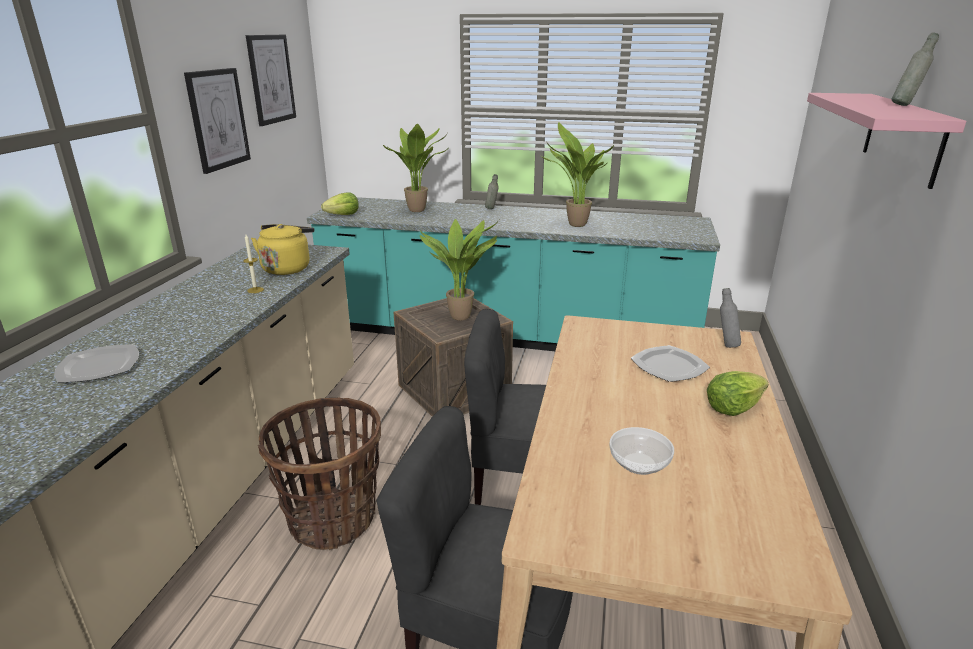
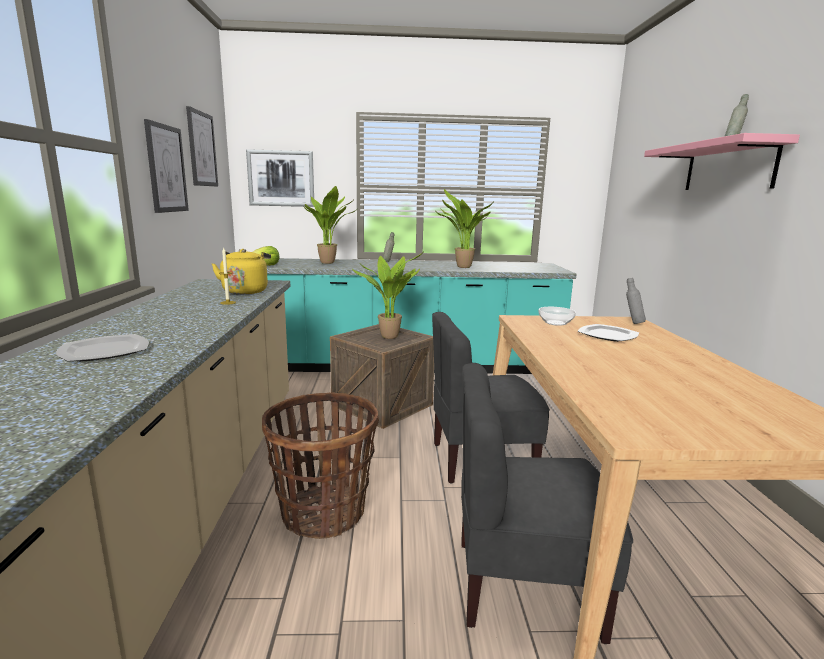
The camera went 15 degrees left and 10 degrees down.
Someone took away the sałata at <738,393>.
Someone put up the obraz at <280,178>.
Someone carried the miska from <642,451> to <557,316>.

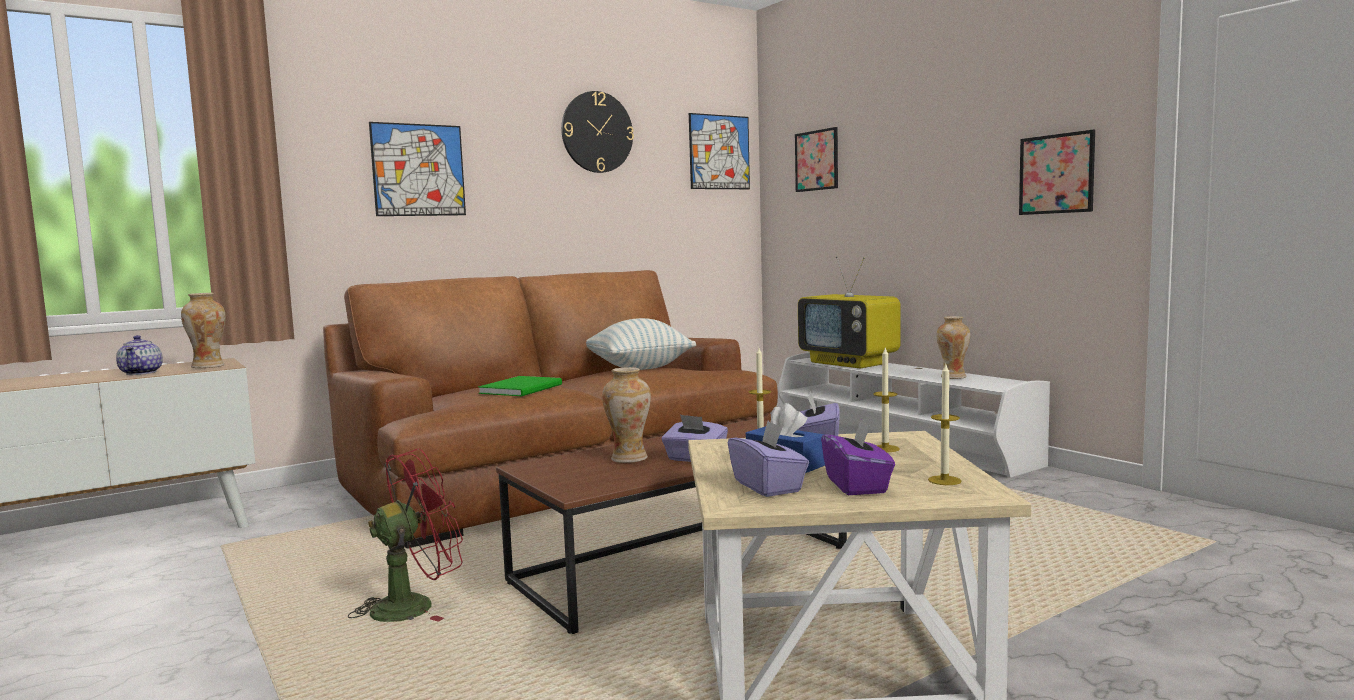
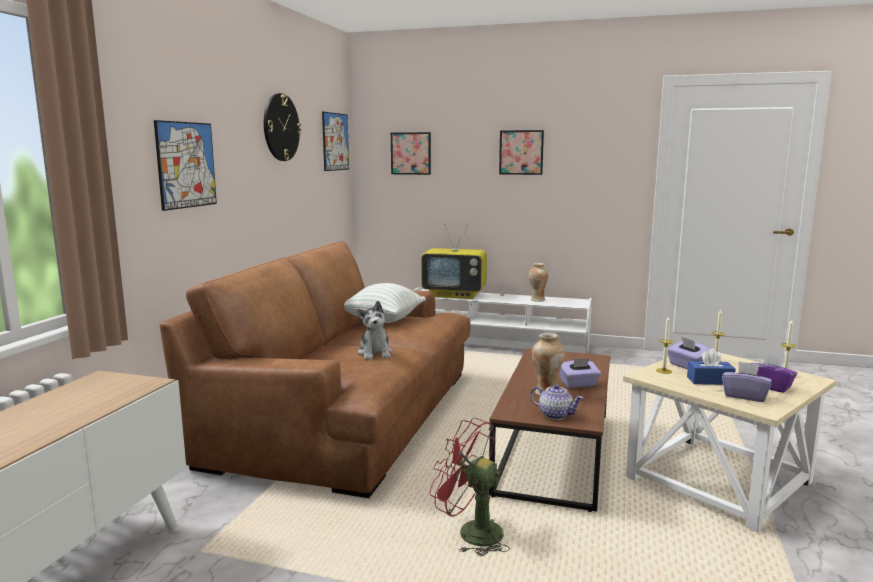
The camera went 40 degrees left and 5 degrees up.
Someone took away the wazon at <203,330>.
Someone carried the imbryk from <139,355> to <556,402>.
Someone carried the obraz from <1057,172> to <521,152>.
Someone swapped the książka [zielony] at <520,386> for the pluszak at <374,330>.
Someone rotated the wentylator [czerwony] at <405,535> by 75 degrees counterclockwise.

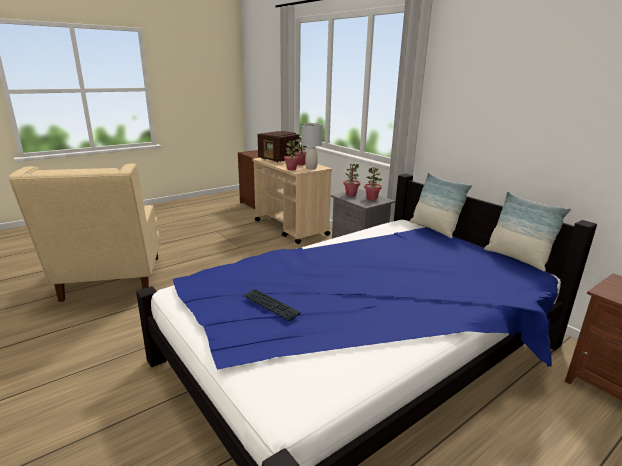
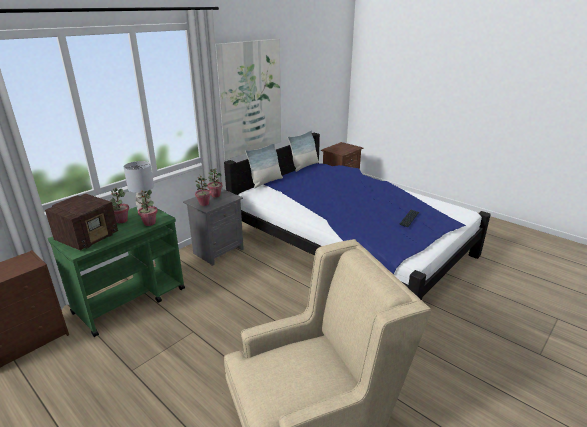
The camera went 100 degrees left and 5 degrees up.
Someone put up the obraz at <248,99>.
Someone repainted the wózek [beżowy] at <292,201>, which became the wózek [zielony] at <116,272>.

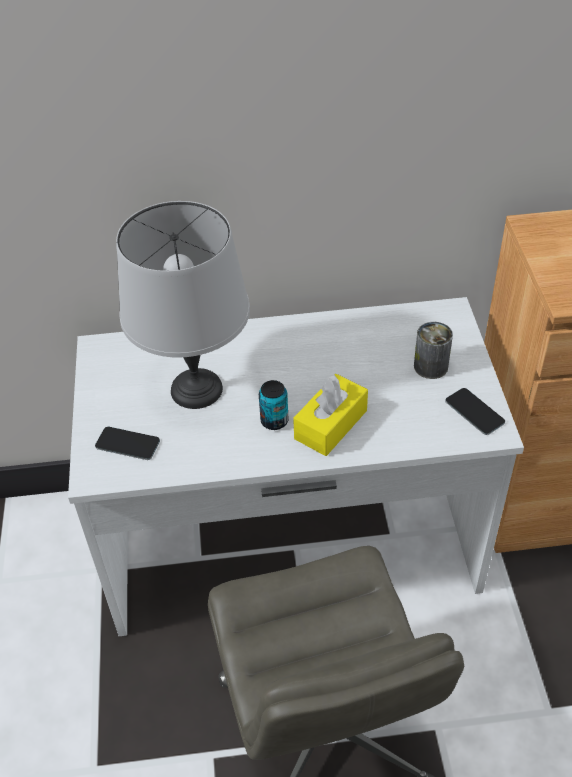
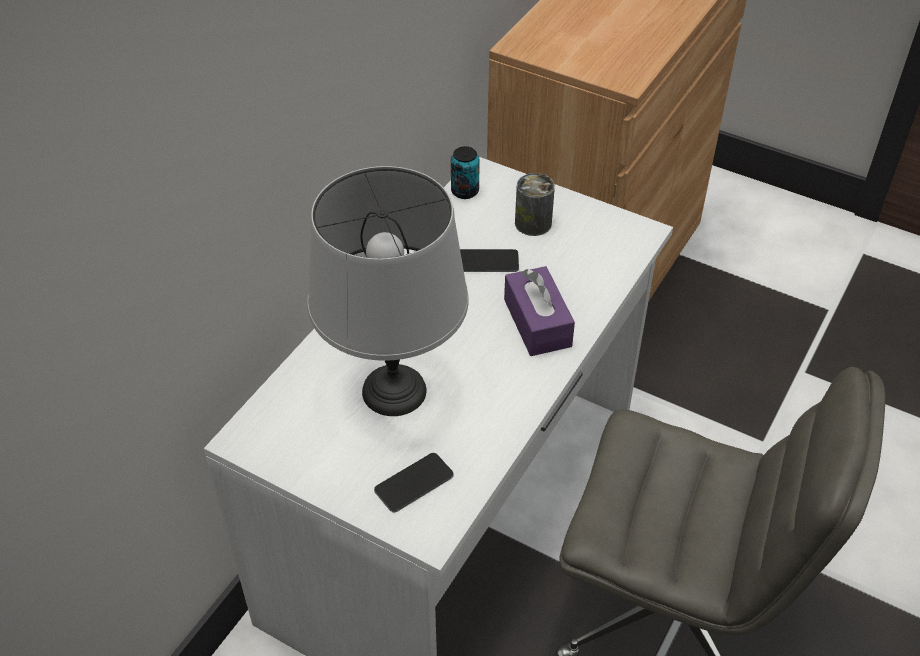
The camera went 55 degrees left and 0 degrees up.
Someone carried the puszka from <273,405> to <465,172>.
Someone carried the telefon from <475,411> to <489,260>.
Someone repainted the pudełko chusteczek [żółty] at <330,415>, which became the pudełko chusteczek [fioletowy] at <539,311>.

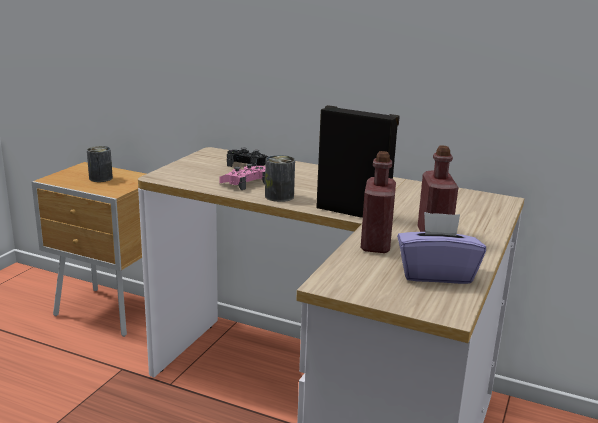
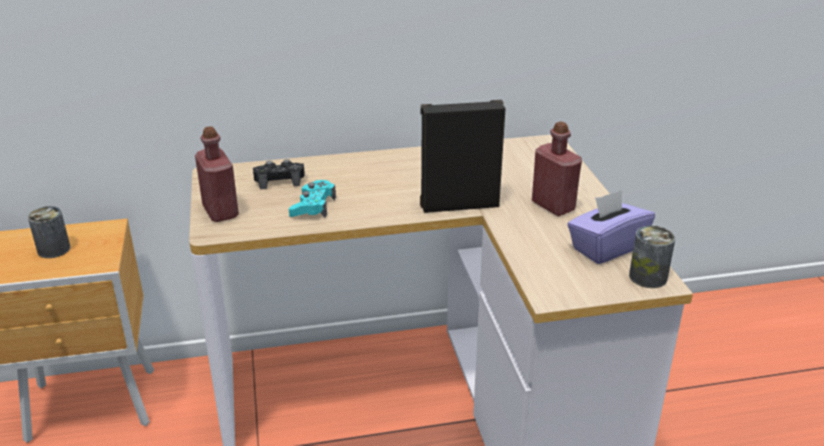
The camera went 35 degrees left and 10 degrees up.
Someone carried the puszka from <280,178> to <652,256>.
Someone carried the butelka [czerwony] from <378,202> to <217,174>.
Someone repainted the pad do gier [różowy] at <242,177>, which became the pad do gier [turkusowy] at <312,199>.

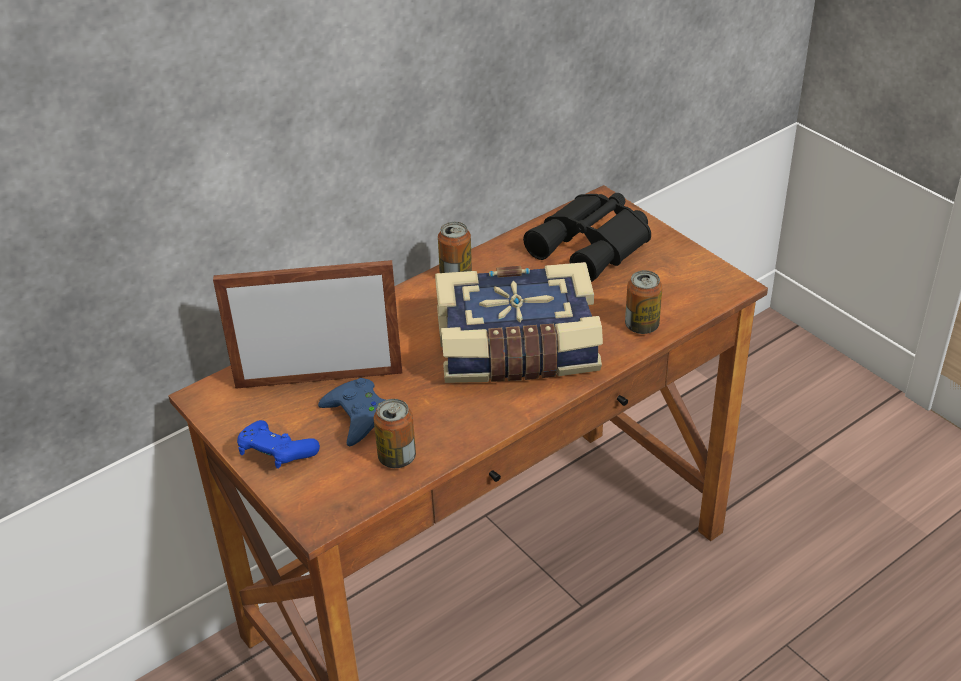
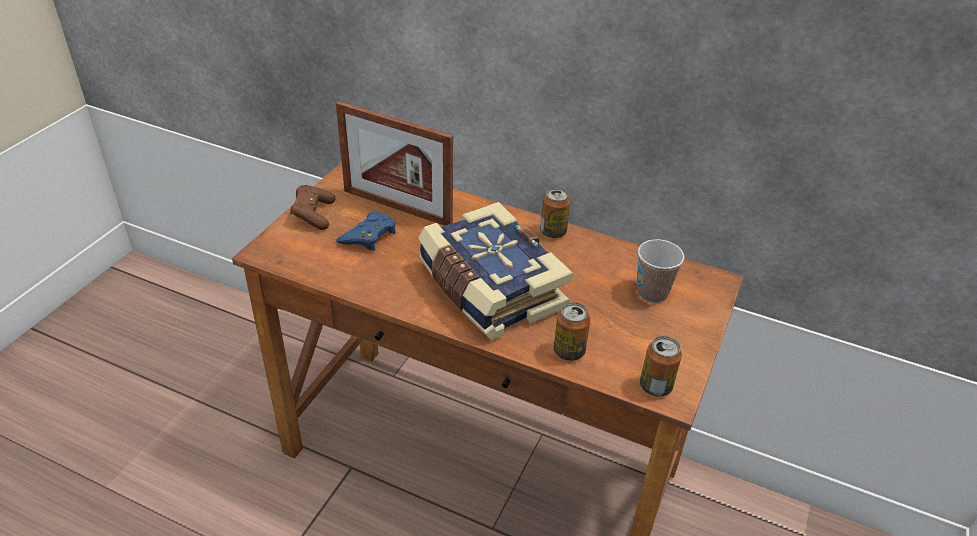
The camera went 60 degrees right and 0 degrees up.
Someone carried the puszka from <395,433> to <661,366>.
Someone swapped the lornetka [czarny] at <587,237> for the filiżanka at <660,271>.
Someone repainted the pad do gier [niebieski] at <278,444>, which became the pad do gier [brązowy] at <313,207>.
Someone rotated the ramka na zdjęcie at <307,324> by 150 degrees clockwise.

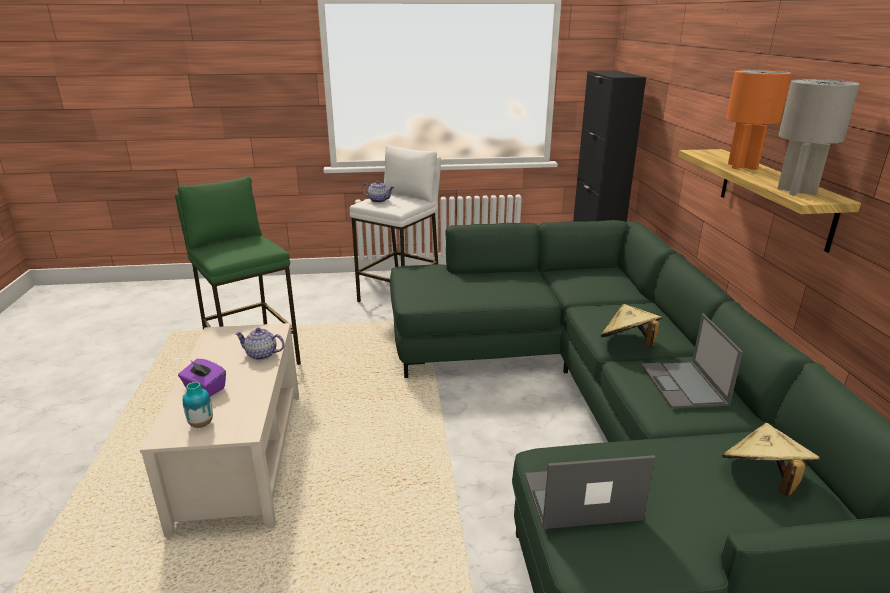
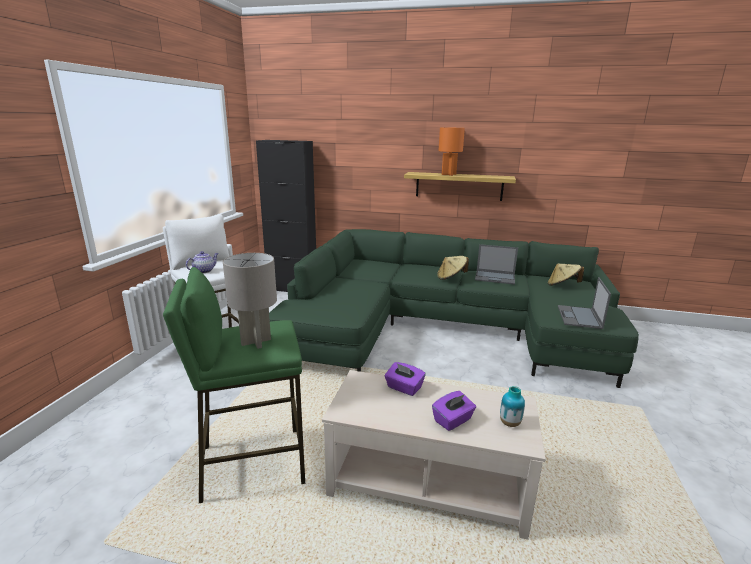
The camera went 70 degrees left and 5 degrees down.
Someone carried the lampa stołowa [szary] from <818,137> to <250,301>.
Someone swapped the imbryk at <260,344> for the pudełko chusteczek [fioletowy] at <405,379>.

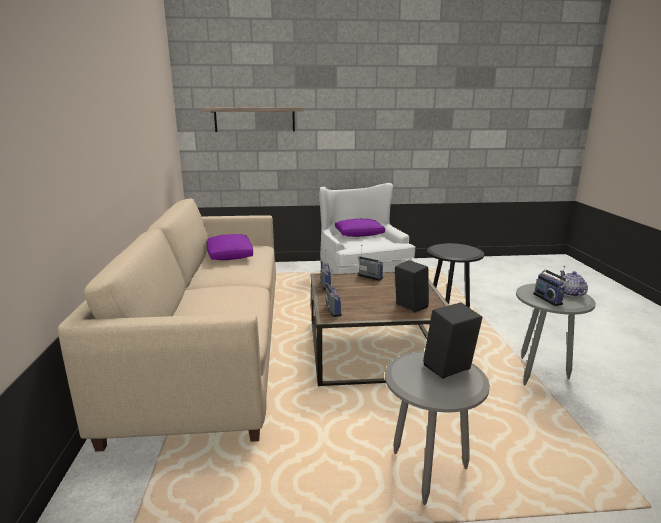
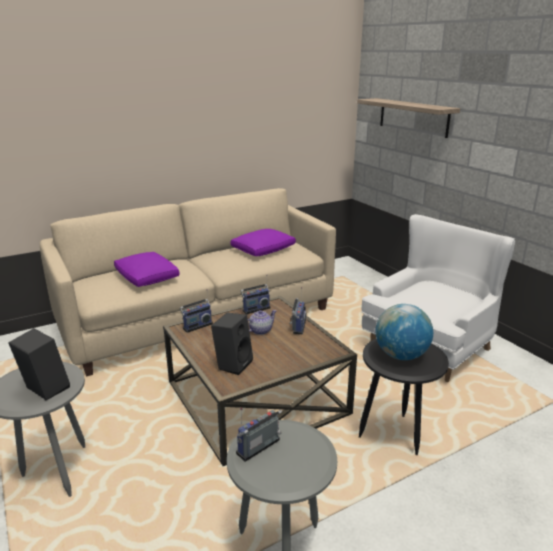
The camera went 65 degrees right and 5 degrees up.
Someone put down the globus at <404,332>.
Someone carried the poduszka [fioletowy] from <360,228> to <147,269>.
Someone carried the imbryk from <574,283> to <262,322>.

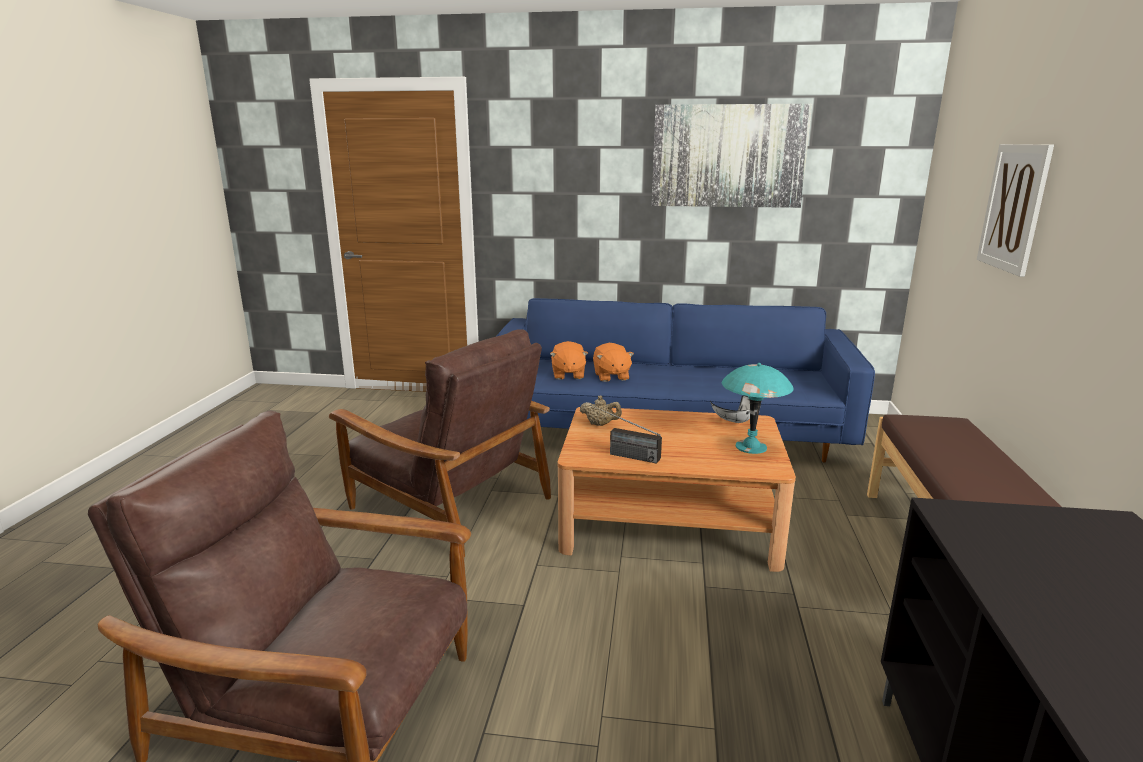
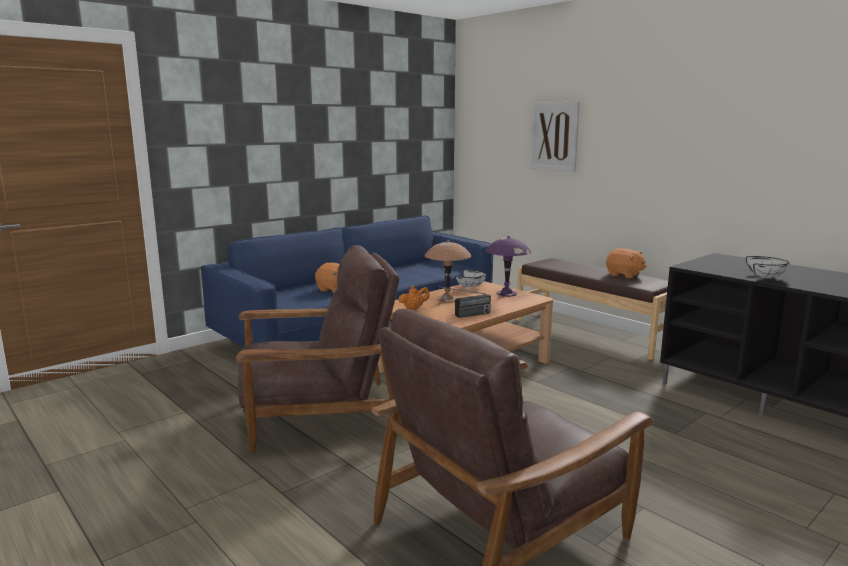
The camera went 50 degrees left and 5 degrees down.
Someone took away the obraz at <732,156>.
Someone put down the lampa stołowa [brązowy] at <448,271>.
Someone put down the miska [biały] at <768,267>.
Someone carried the pluszak [pomarańczowy] from <569,360> to <626,263>.
Someone repainted the imbryk [beżowy] at <601,411>, which became the imbryk [pomarańczowy] at <414,298>.
Someone repainted the lampa stołowa [turkusowy] at <757,408>, which became the lampa stołowa [fioletowy] at <508,266>.

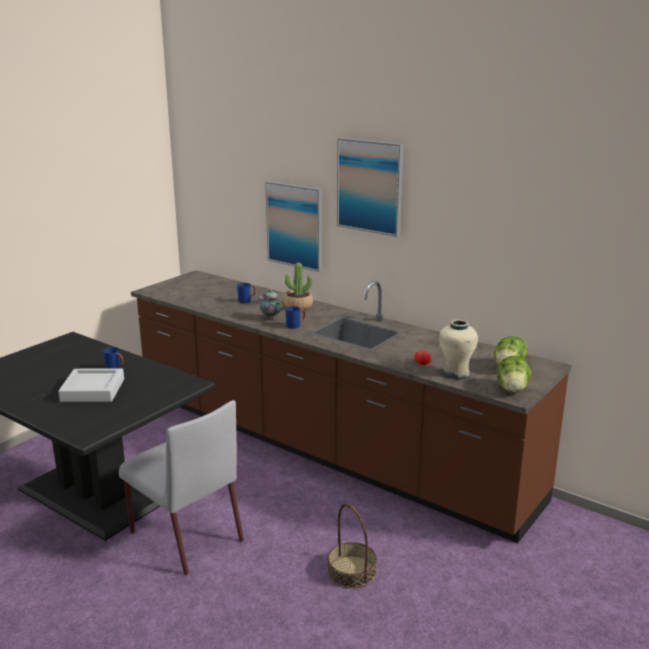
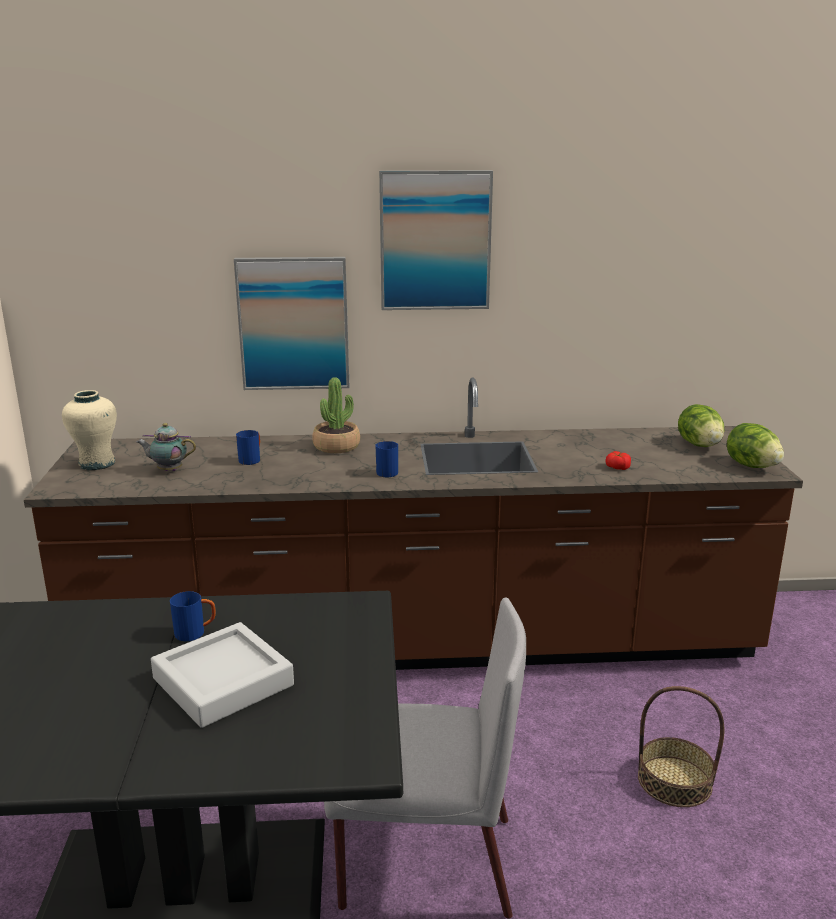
The camera went 40 degrees left and 0 degrees up.
Someone carried the imbryk from <270,304> to <166,447>.
Someone carried the wazon [beżowy] from <458,349> to <89,430>.

